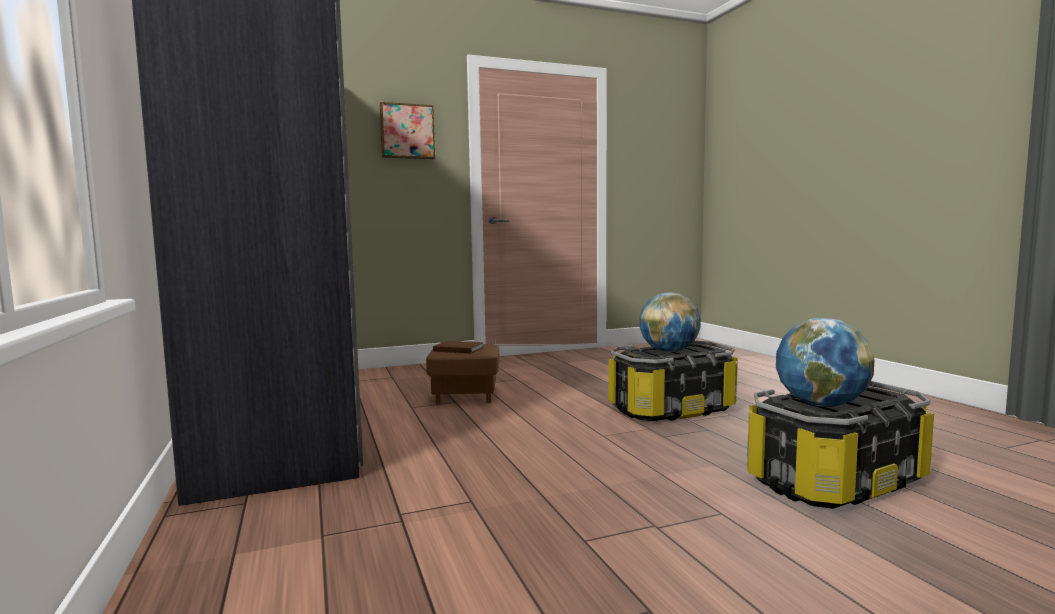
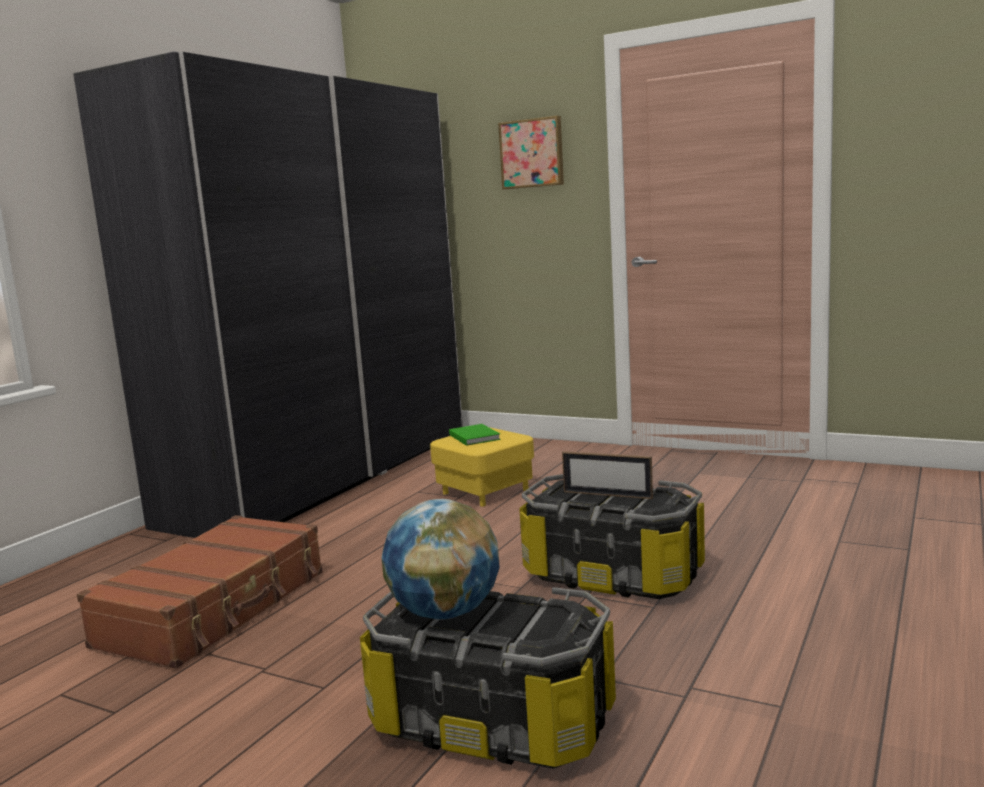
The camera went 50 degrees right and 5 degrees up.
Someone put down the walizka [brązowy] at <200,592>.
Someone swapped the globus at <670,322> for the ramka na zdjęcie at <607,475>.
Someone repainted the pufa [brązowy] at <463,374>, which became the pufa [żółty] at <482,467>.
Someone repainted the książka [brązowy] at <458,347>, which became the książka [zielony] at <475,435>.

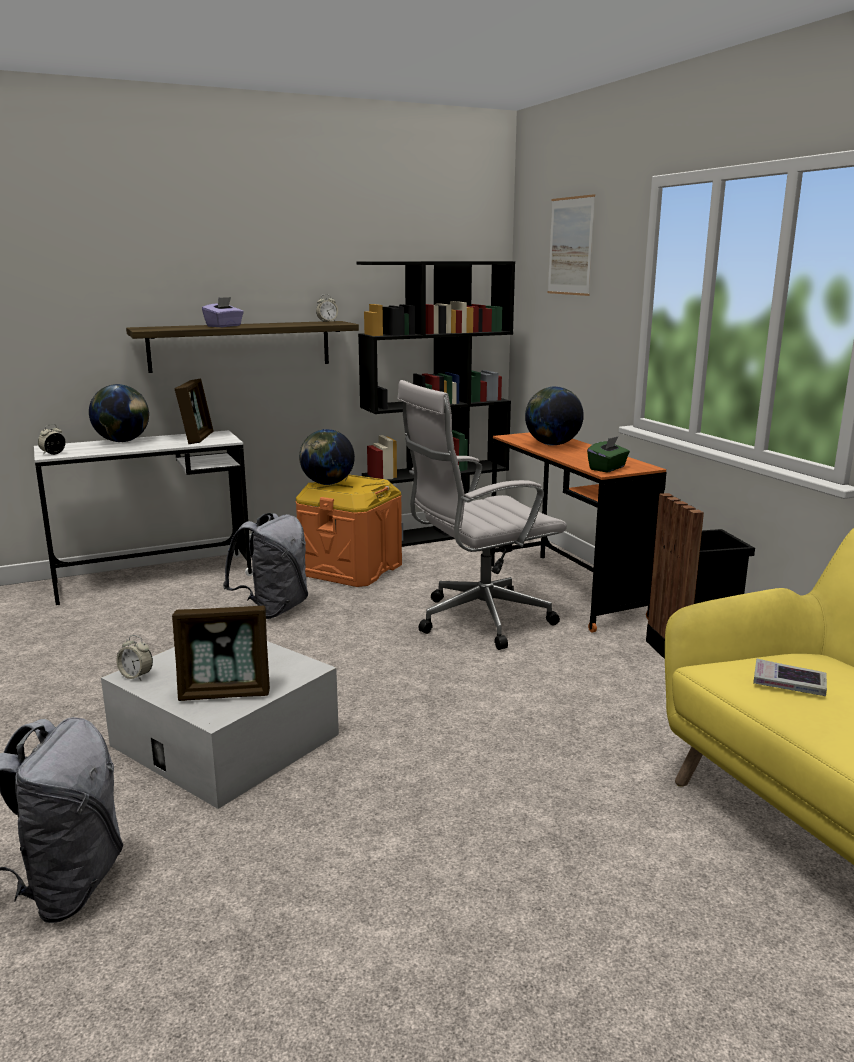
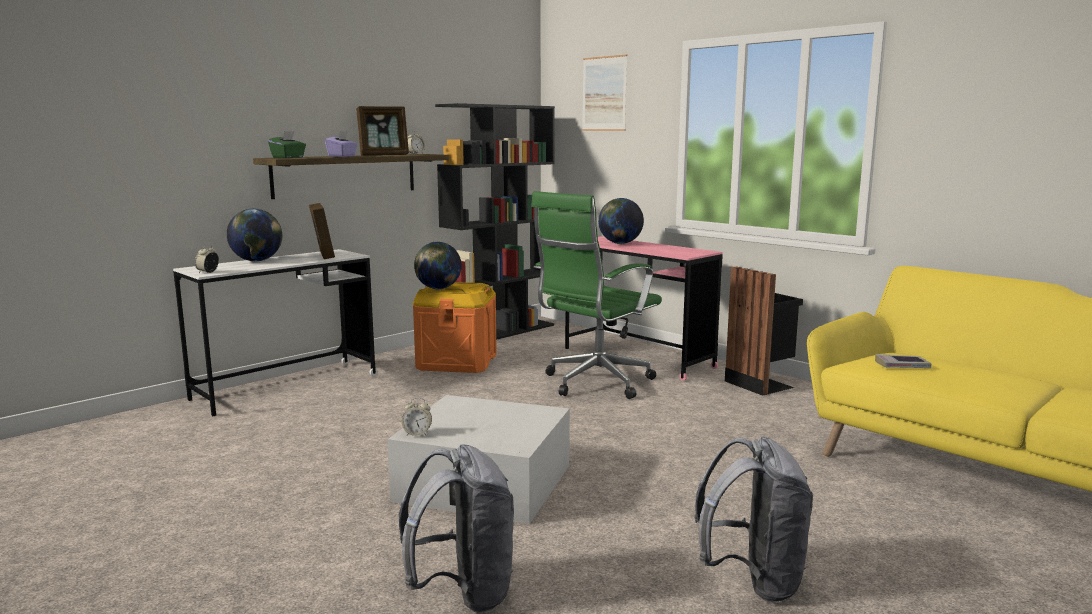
The camera went 20 degrees left and 5 degrees down.
Someone carried the ramka na zdjęcie from <221,653> to <382,131>.
Someone carried the plecak [szary] from <265,566> to <754,519>.
Someone carried the pudełko chusteczek [zielony] from <608,454> to <287,144>.
Someone repainted the krzesło biurowe [biały] at <482,515>, which became the krzesło biurowe [zielony] at <596,295>.
Someone repainted the biurko [pomarańczowy] at <578,532>, which became the biurko [różowy] at <644,308>.

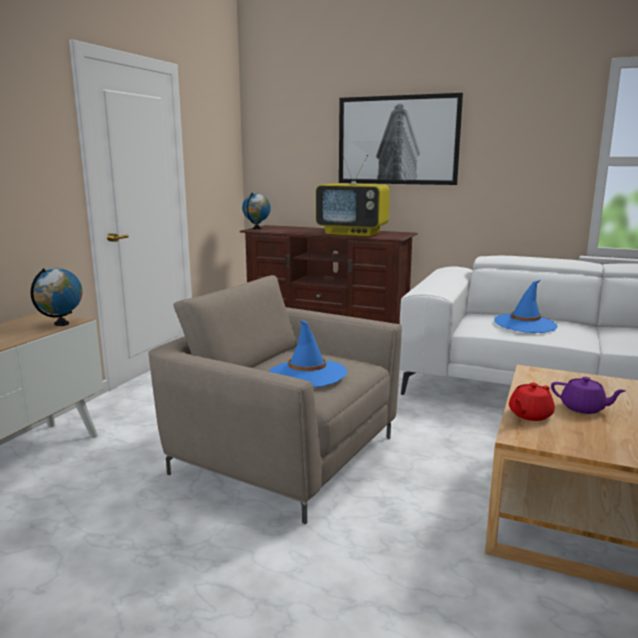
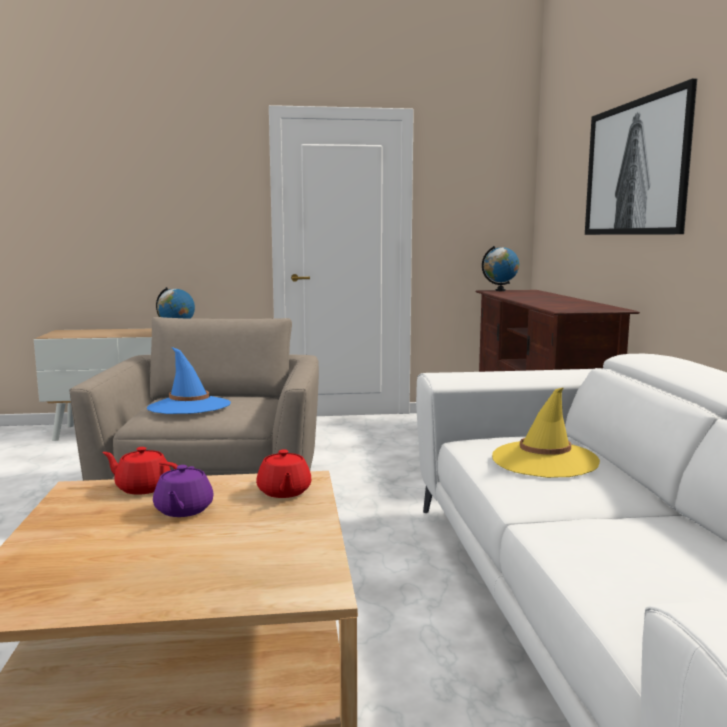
The camera went 60 degrees right and 5 degrees down.
Someone took away the telewizor at <353,195>.
Someone put down the imbryk [czerwony] at <283,473>.
Someone repainted the kapelusz [niebieski] at <526,306>, which became the kapelusz [żółty] at <546,432>.

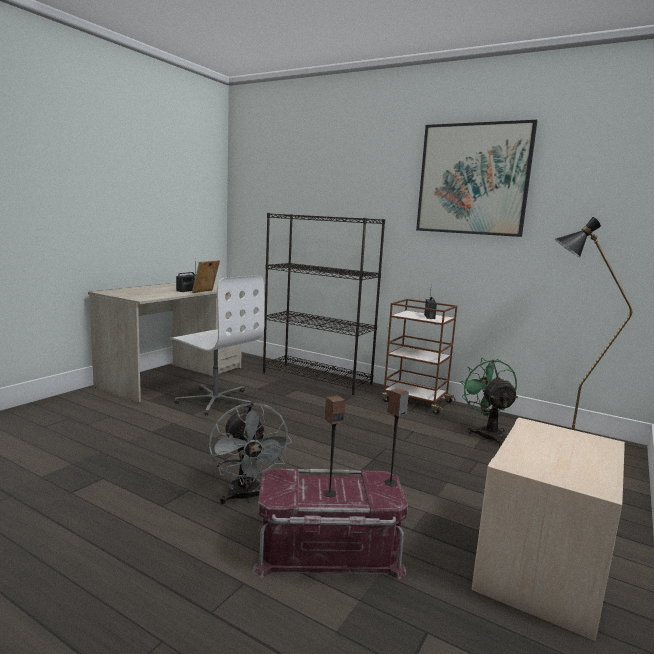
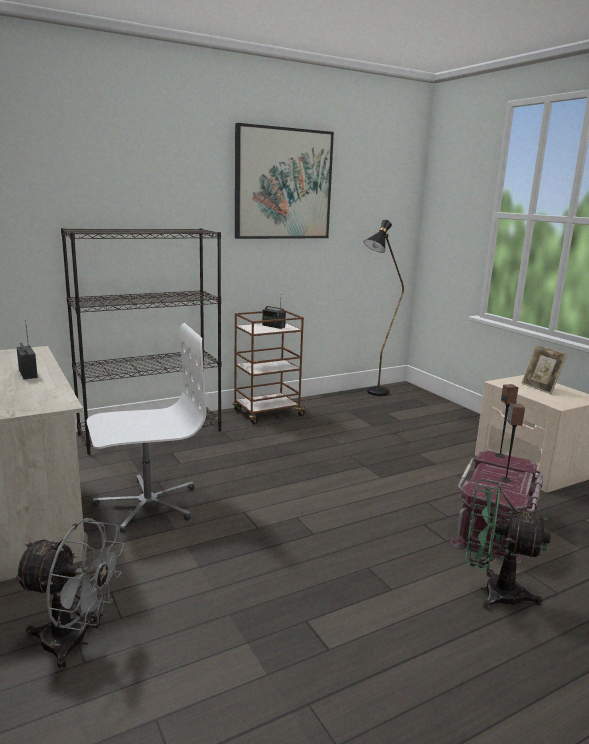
The camera went 60 degrees left and 5 degrees up.
Someone carried the ramka na zdjęcie from <206,276> to <544,369>.
Someone carried the wentylator [szary] from <250,453> to <68,594>.
Someone carried the wentylator [zielony] from <489,402> to <508,544>.

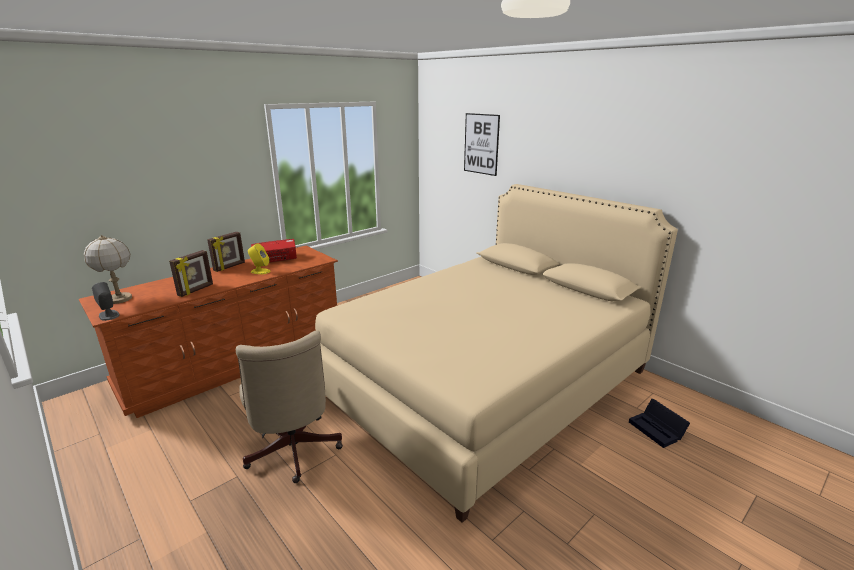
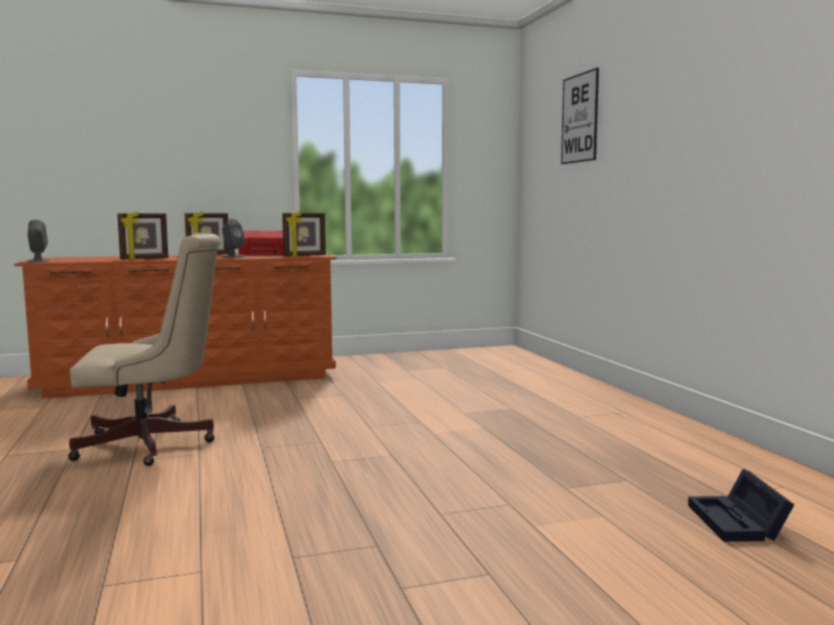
The camera went 25 degrees right and 15 degrees down.
Someone took away the lampa stołowa at <108,269>.
Someone took away the łóżko [beżowy] at <496,353>.
Someone put down the ramka na zdjęcie at <304,234>.
Someone repainted the głośnik [żółty] at <259,259>, which became the głośnik [szary] at <233,238>.
Someone rotated the krzesło biurowe [beżowy] at <289,406> by 105 degrees counterclockwise.

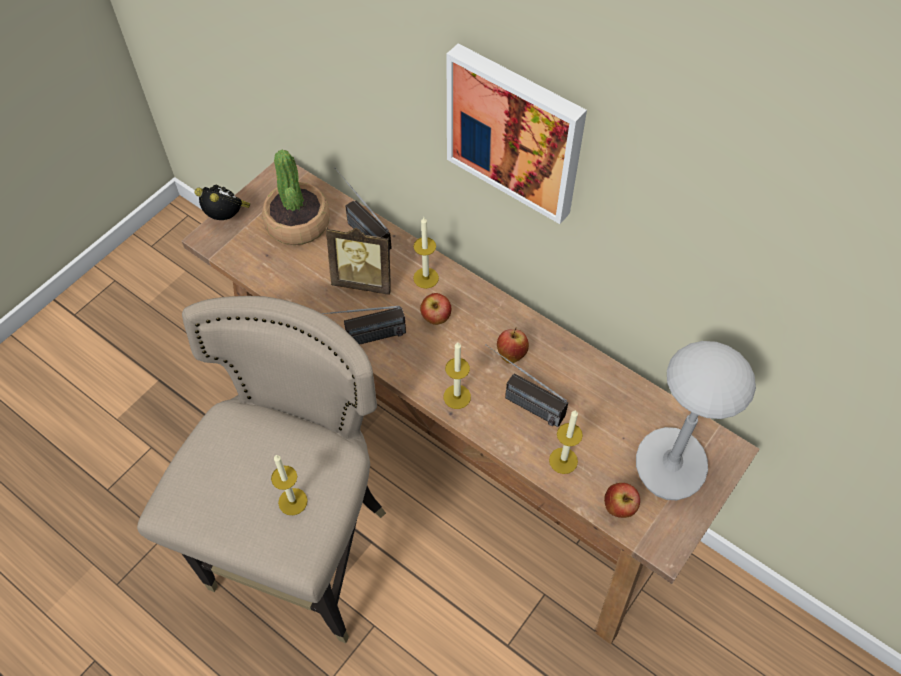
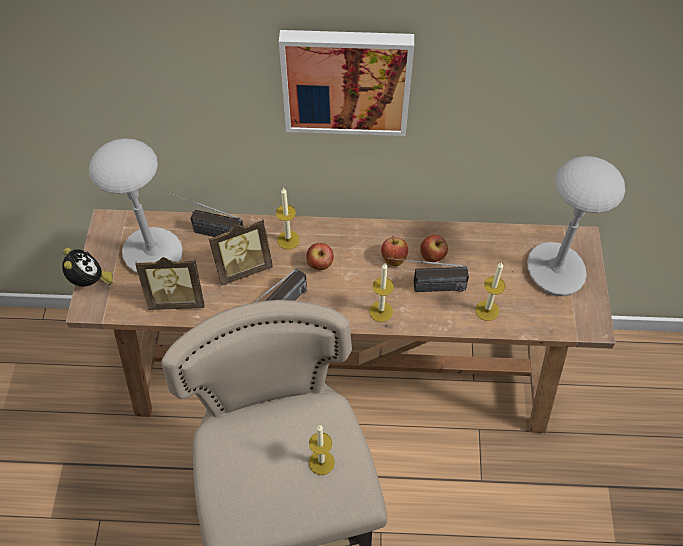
The camera went 35 degrees left and 0 degrees up.
Someone put down the ramka na zdjęcie at <169,283>.
Someone carried the jabłko from <622,500> to <434,248>.
Someone swapped the roślina doniczkowa at <296,197> for the lampa stołowa [szary] at <136,205>.
Someone rotated the budzik at <222,202> by 75 degrees clockwise.

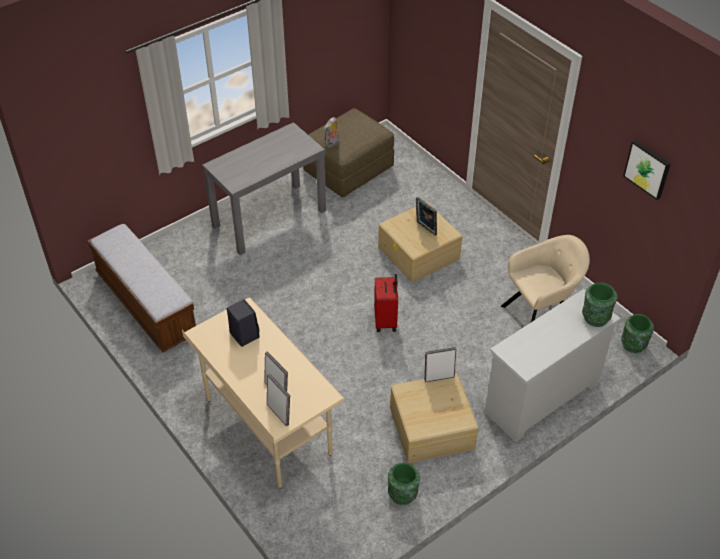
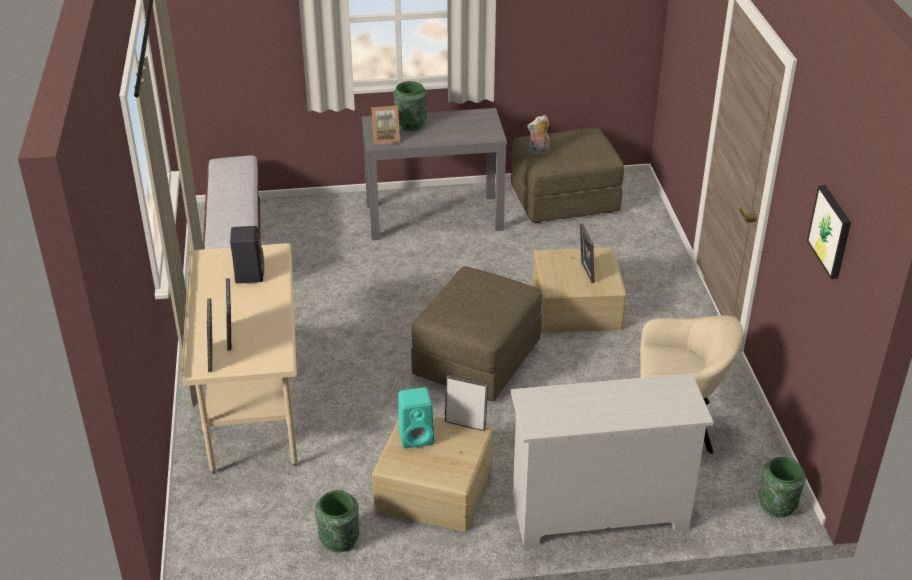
The camera went 30 degrees right and 10 degrees down.
Someone put down the ramka na zdjęcie at <385,125>.
Someone put down the głośnik [turkusowy] at <416,417>.
Someone carried the wazon [zielony] from <600,304> to <410,106>.
Someone swapped the walizka [czerwony] at <386,303> for the pufa [brązowy] at <476,334>.

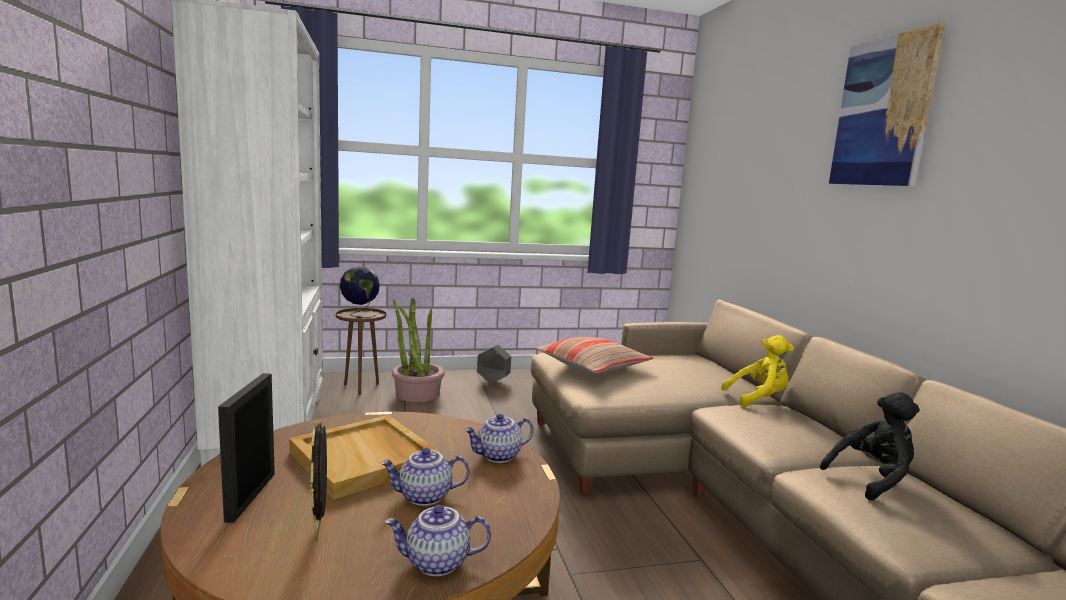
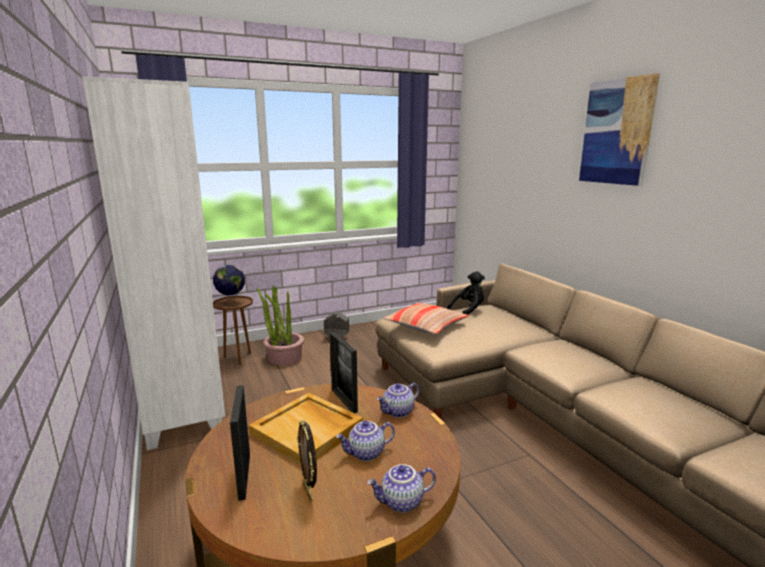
The camera went 10 degrees left and 5 degrees up.
Someone took away the pluszak [żółty] at <757,371>.
Someone put down the ramka na zdjęcie at <344,372>.
Someone carried the pluszak [czarny] from <870,446> to <466,293>.

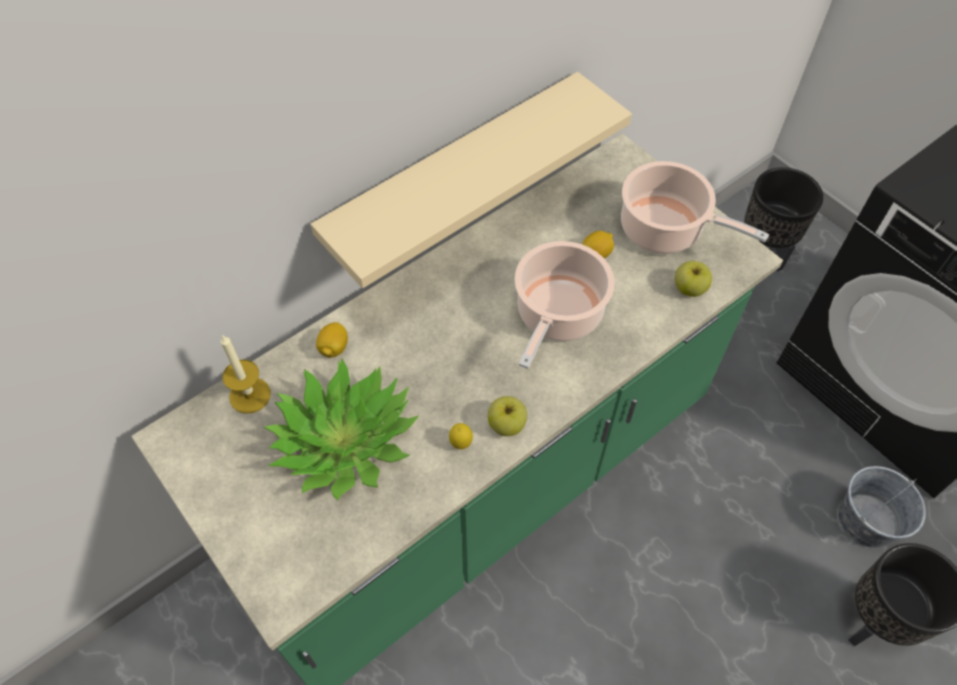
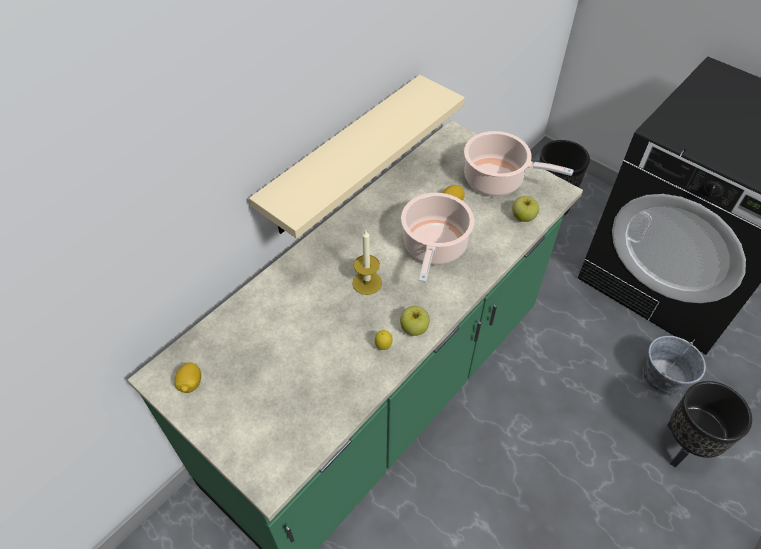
The camera went 10 degrees left and 5 degrees down.
Someone took away the roślina doniczkowa at <341,429>.
Someone carried the świeca from <246,374> to <367,262>.
Someone carried the cytryna from <332,340> to <187,377>.

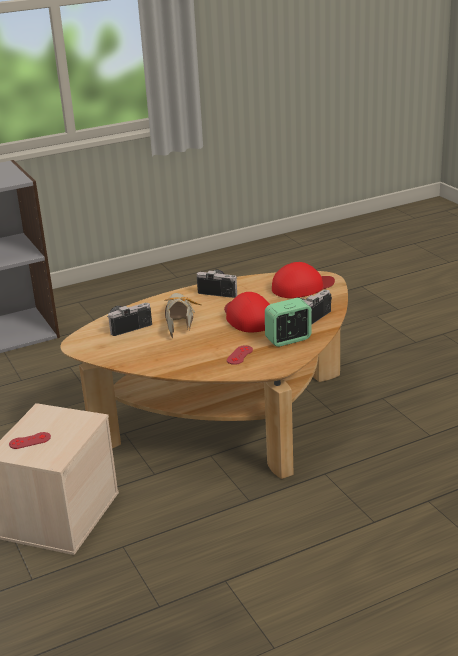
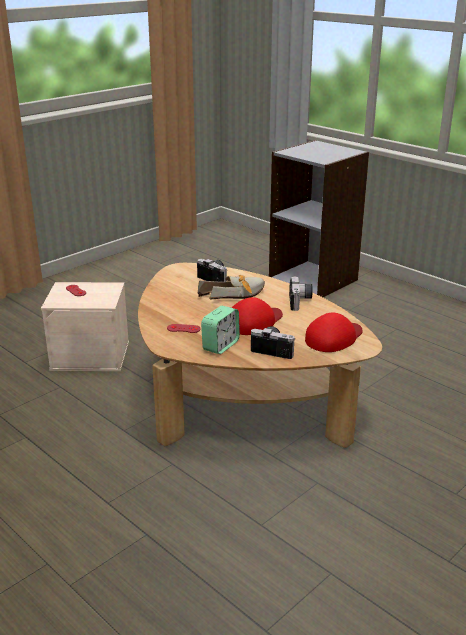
The camera went 70 degrees right and 0 degrees up.
Someone rotated the budzik at <288,322> by 75 degrees clockwise.
Someone rotated the czapka z daszkiem [czerwony] at <303,280> by 90 degrees counterclockwise.

